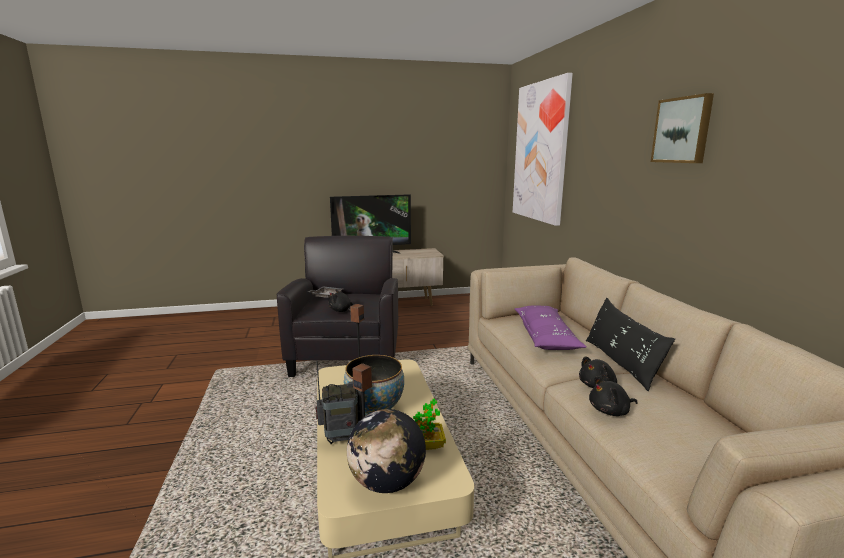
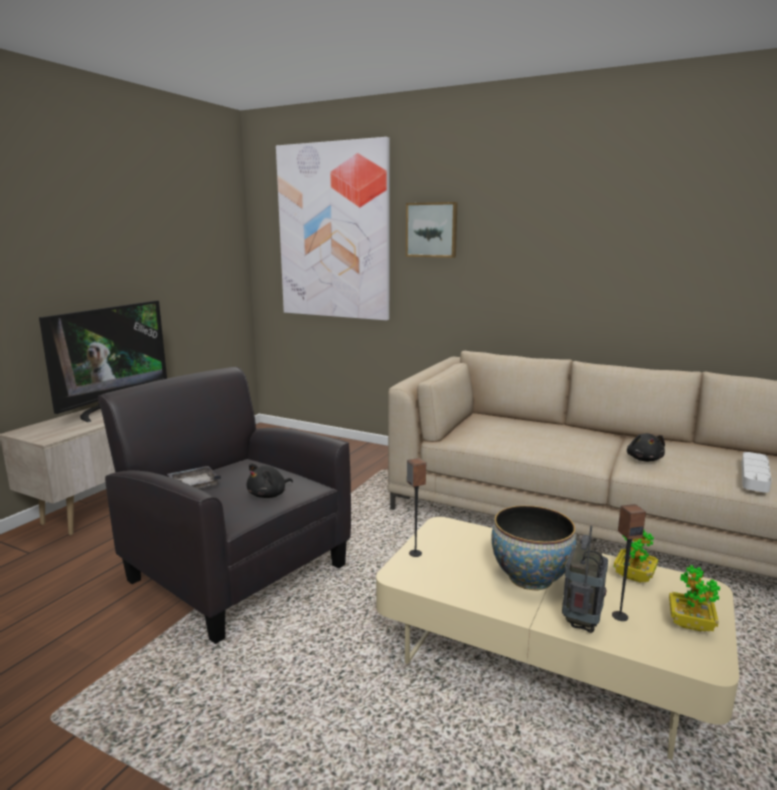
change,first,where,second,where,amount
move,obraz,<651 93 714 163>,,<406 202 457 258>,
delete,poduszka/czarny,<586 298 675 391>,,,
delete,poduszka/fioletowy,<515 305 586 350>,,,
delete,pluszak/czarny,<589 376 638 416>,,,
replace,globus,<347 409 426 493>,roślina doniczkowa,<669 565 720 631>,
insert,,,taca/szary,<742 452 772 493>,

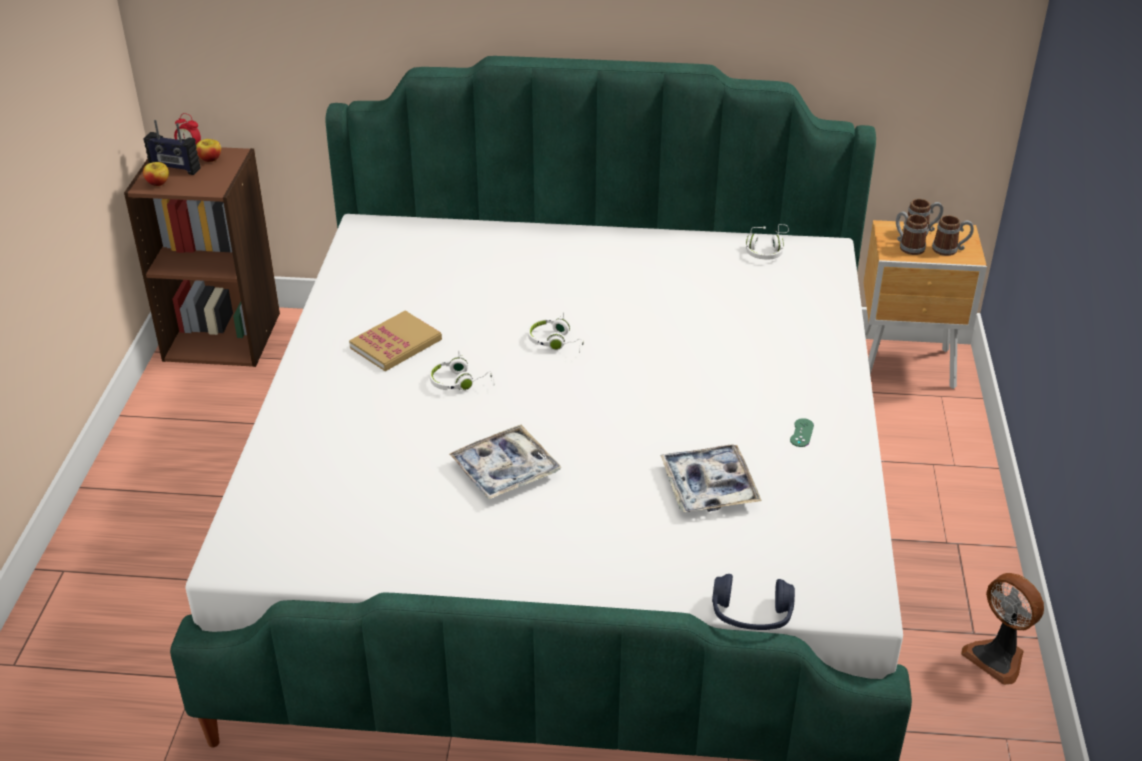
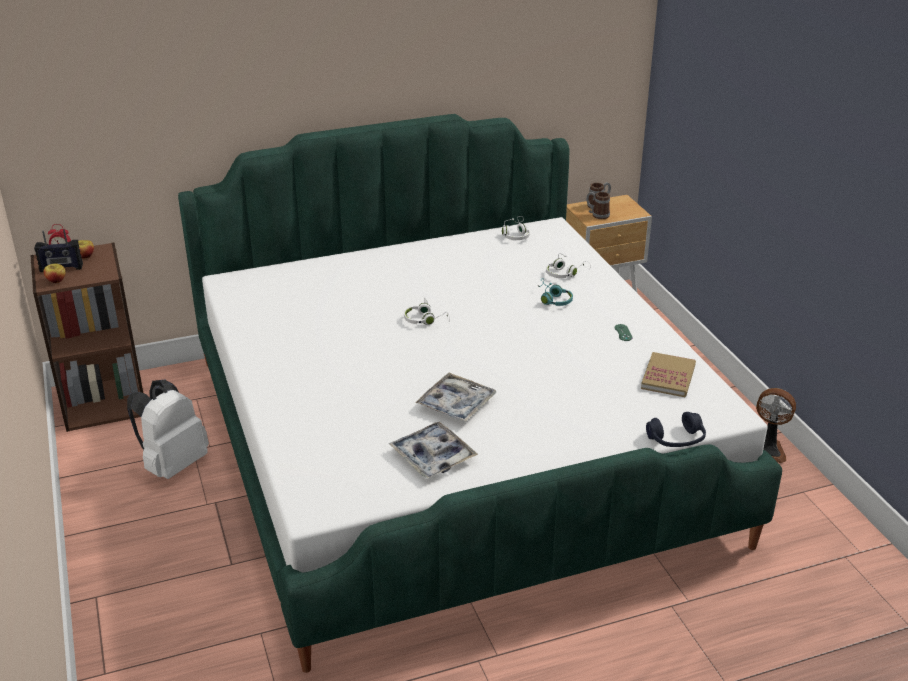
change,first,where,second,where,amount
delete,kubek,<932 215 974 256>,,,
move,książka,<349 311 442 371>,,<641 352 696 397>,
move,słuchawki/biały,<429 350 494 391>,,<546 253 591 278>,
move,taca,<660 444 762 512>,,<389 422 478 478>,
insert,,,słuchawki/turkusowy,<539 278 573 306>,
insert,,,plecak/biały,<127 379 209 479>,

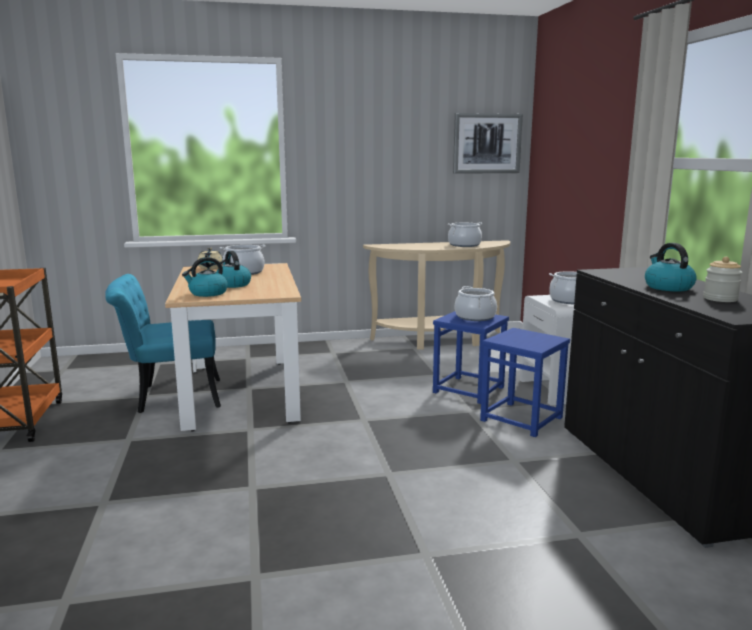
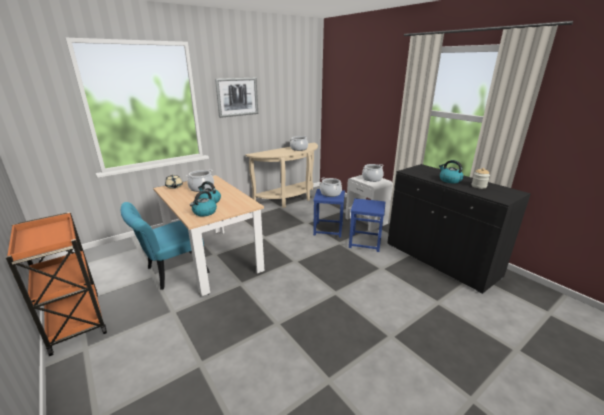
change,first,where,second,where,amount
move,obraz,<453 113 523 174>,,<215 77 258 118>,

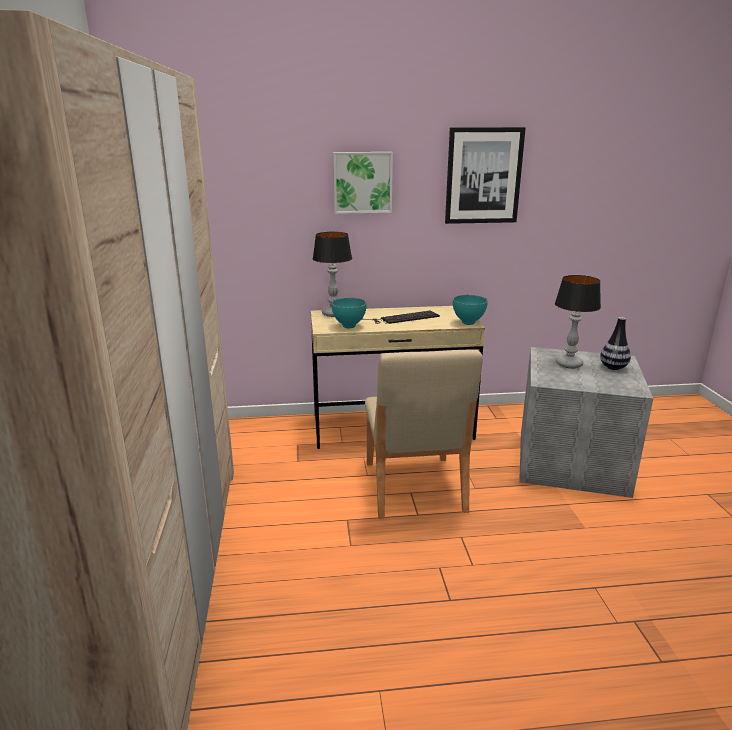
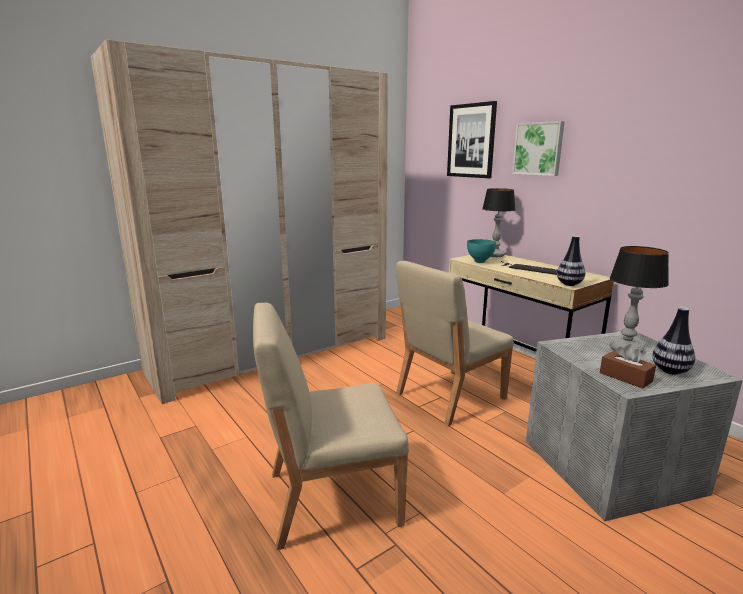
change,first,where,second,where,amount
move,obraz,<445 127 526 224>,,<447 101 497 178>,
replace,miska/turkusowy,<453 295 488 325>,wazon,<557 236 585 286>,
insert,,,krzesło/beżowy,<253 303 409 550>,
insert,,,pudełko chusteczek/brązowy,<600 344 656 389>,

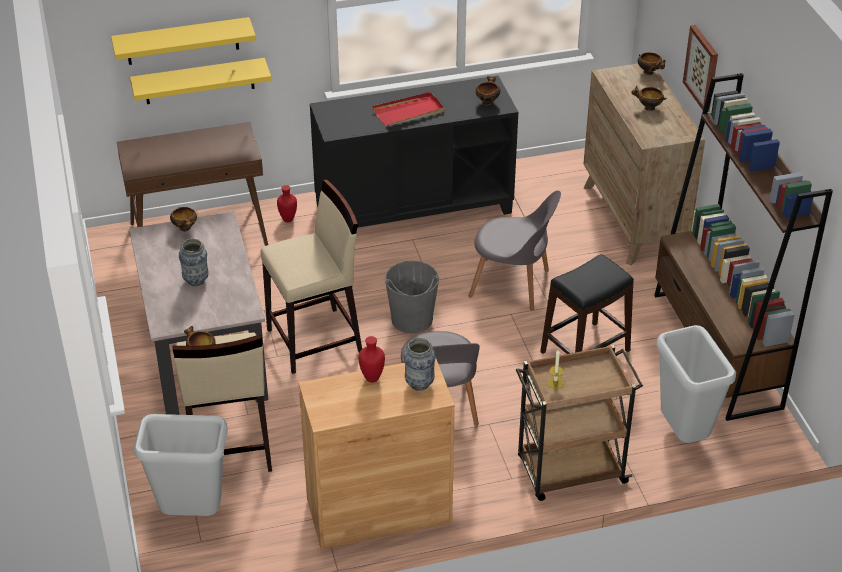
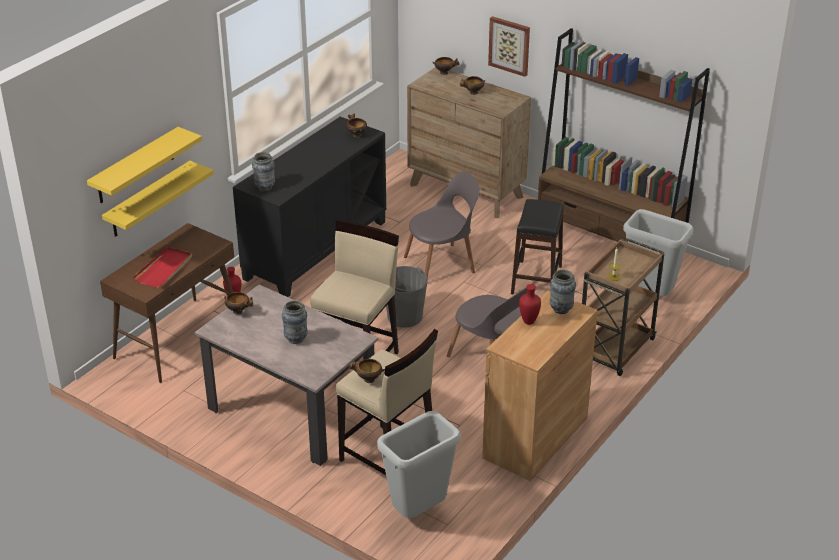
change,first,where,second,where,amount
move,taca/czerwony,<373 92 445 126>,,<133 247 192 288>,
insert,,,wazon,<252 152 275 192>,

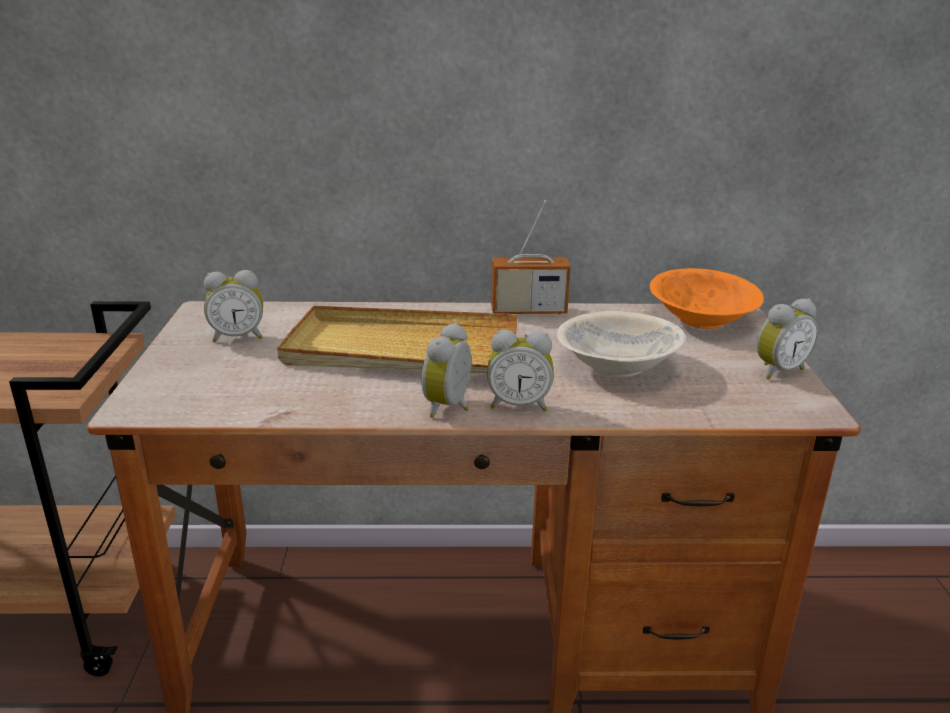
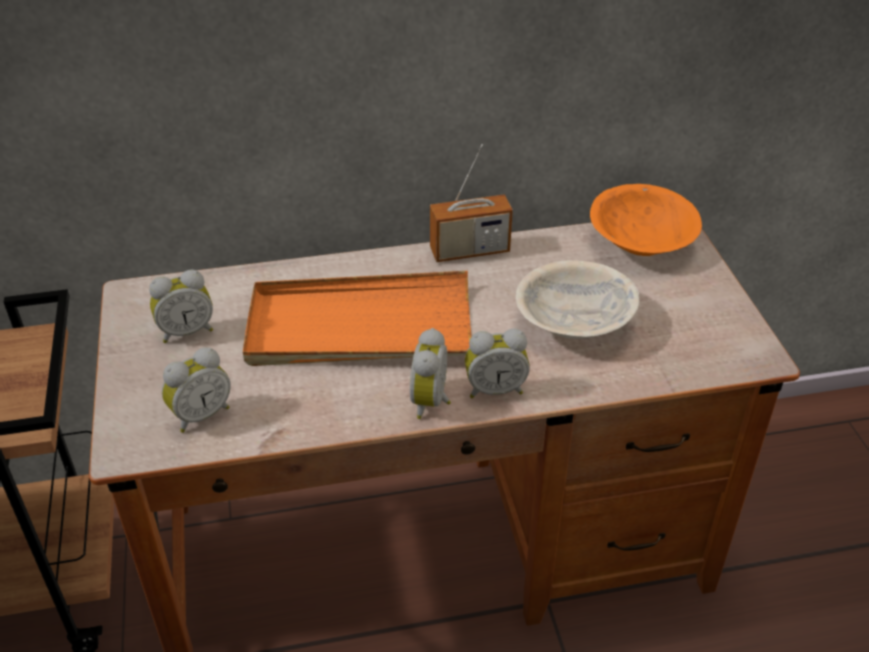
change,first,where,second,where,amount
move,budzik,<757 299 818 380>,,<162 347 231 433>,
recolor,taca/beżowy,<277 305 518 374>,taca/pomarańczowy,<243 271 471 366>,

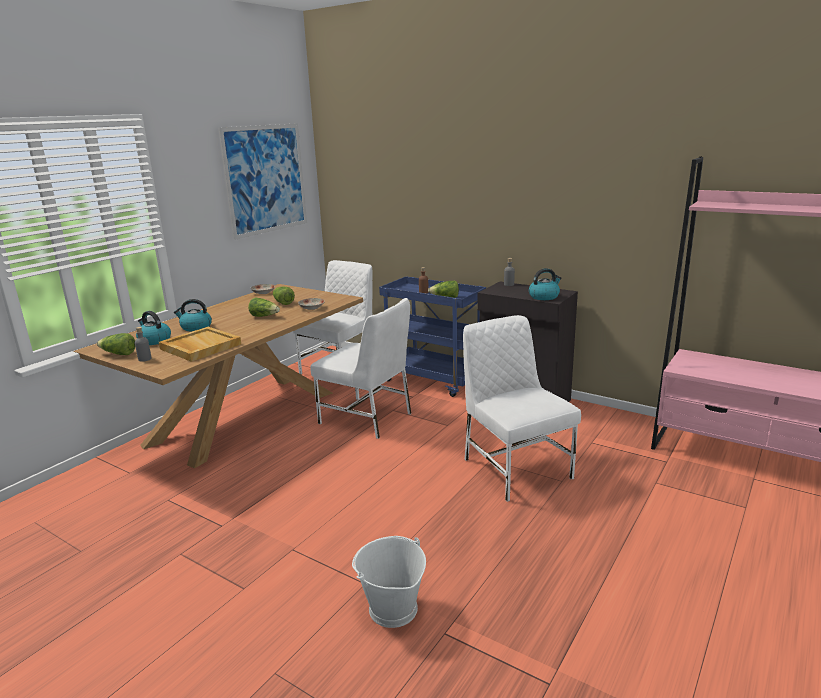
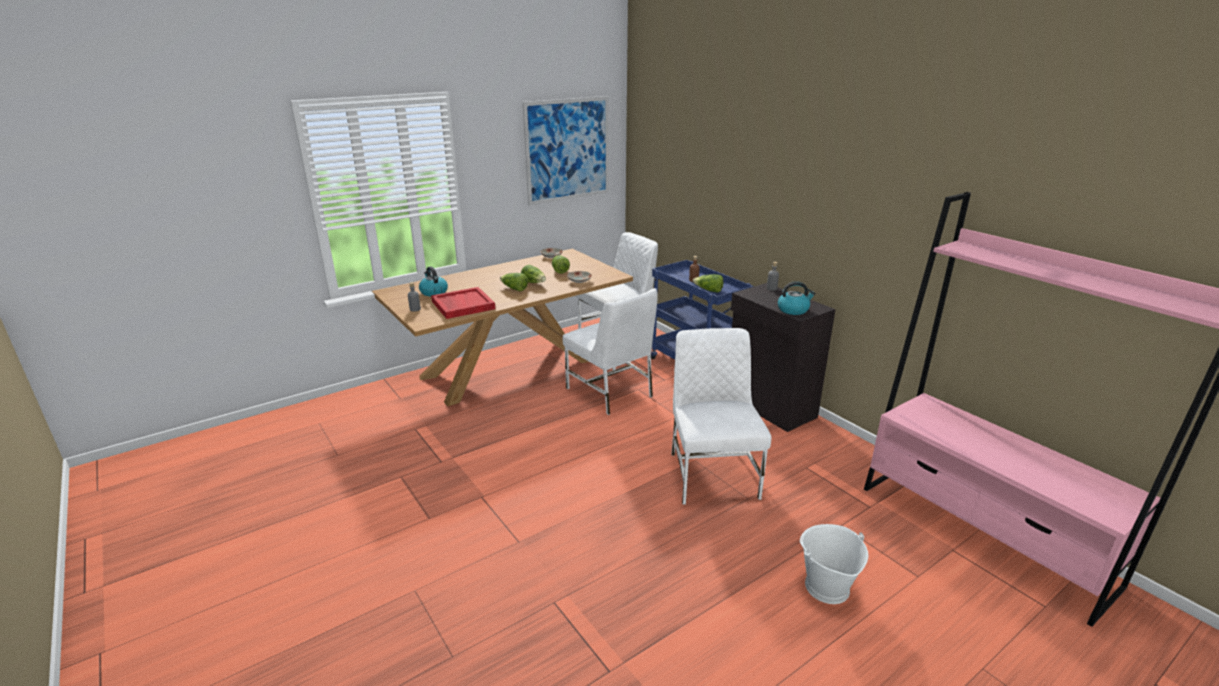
change,first,where,second,where,amount
delete,czajnik,<174 299 212 331>,,,
recolor,taca/beżowy,<159 327 241 362>,taca/czerwony,<431 287 495 319>,
move,sałata,<97 333 135 355>,,<500 273 528 291>,
move,wiadro/biały,<352 536 426 628>,,<800 524 868 604>,

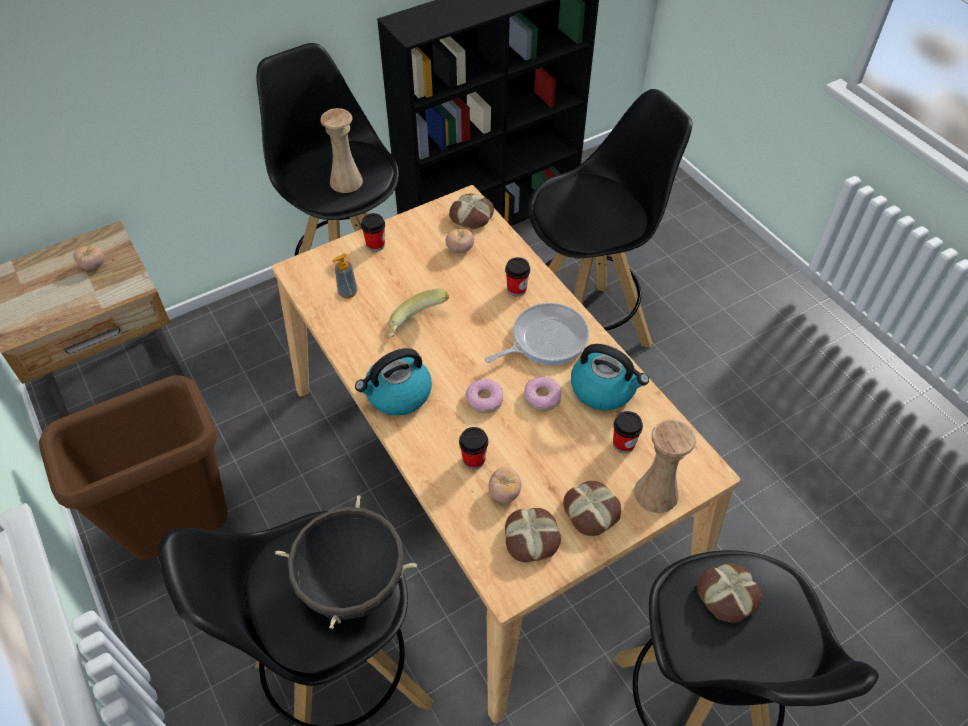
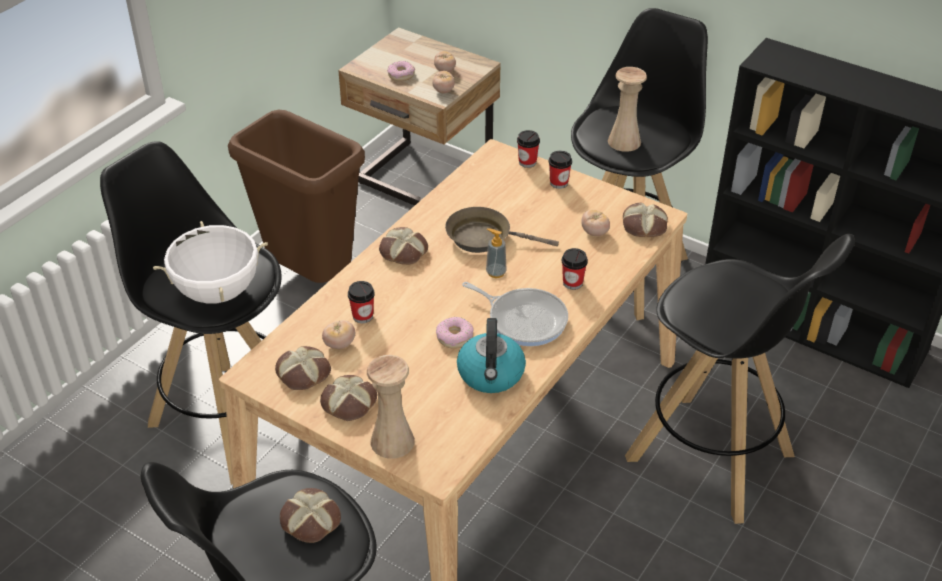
change,first,where,second,where,amount
move,dozownik mydła,<332 253 357 299>,,<486 228 507 278>,
replace,banan,<388 289 449 337>,patelnia/brązowy,<445 207 559 253>,
replace,czajnik,<355 348 432 416>,chleb,<379 227 428 265>,
move,donut,<465 379 503 413>,,<387 61 415 81>,
move,filiżanka,<613 411 643 453>,,<517 130 540 168>,
recolor,garnek/czarny,<275 495 417 629>,garnek/biały,<153 221 268 304>,
insert,,,pomidor,<432 71 455 93>,

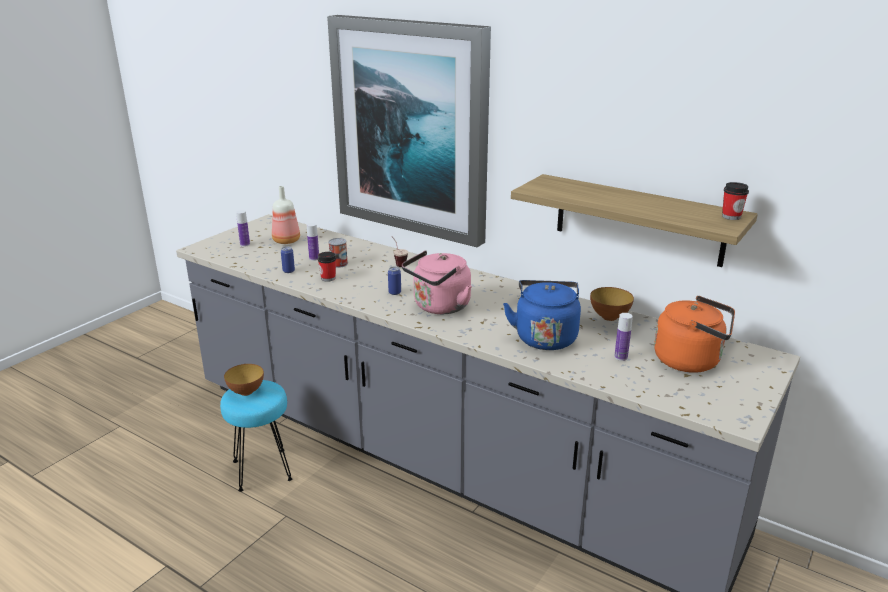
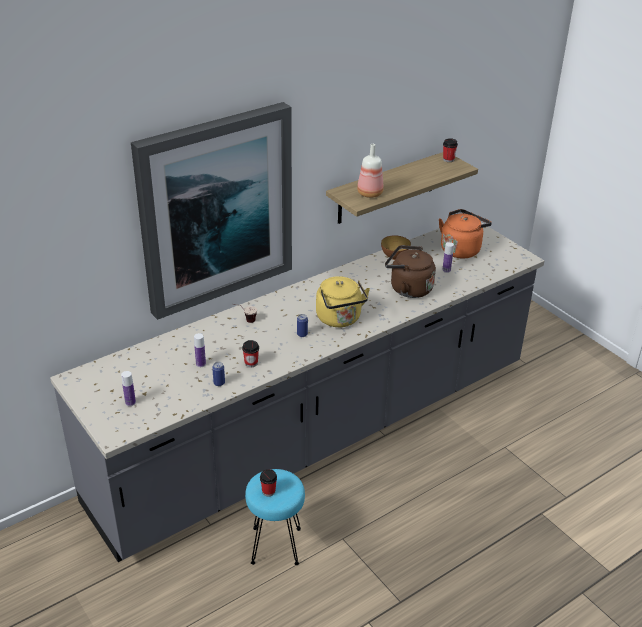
change,first,where,second,where,amount
move,butelka,<272 186 300 244>,,<357 144 384 198>,
delete,puszka,<328 238 348 268>,,,
recolor,czajnik/różowy,<402 251 472 314>,czajnik/żółty,<316 276 370 327>,
recolor,czajnik/niebieski,<503 280 581 350>,czajnik/brązowy,<385 245 436 298>,
replace,miska,<224 364 264 396>,filiżanka,<260 469 277 496>,

